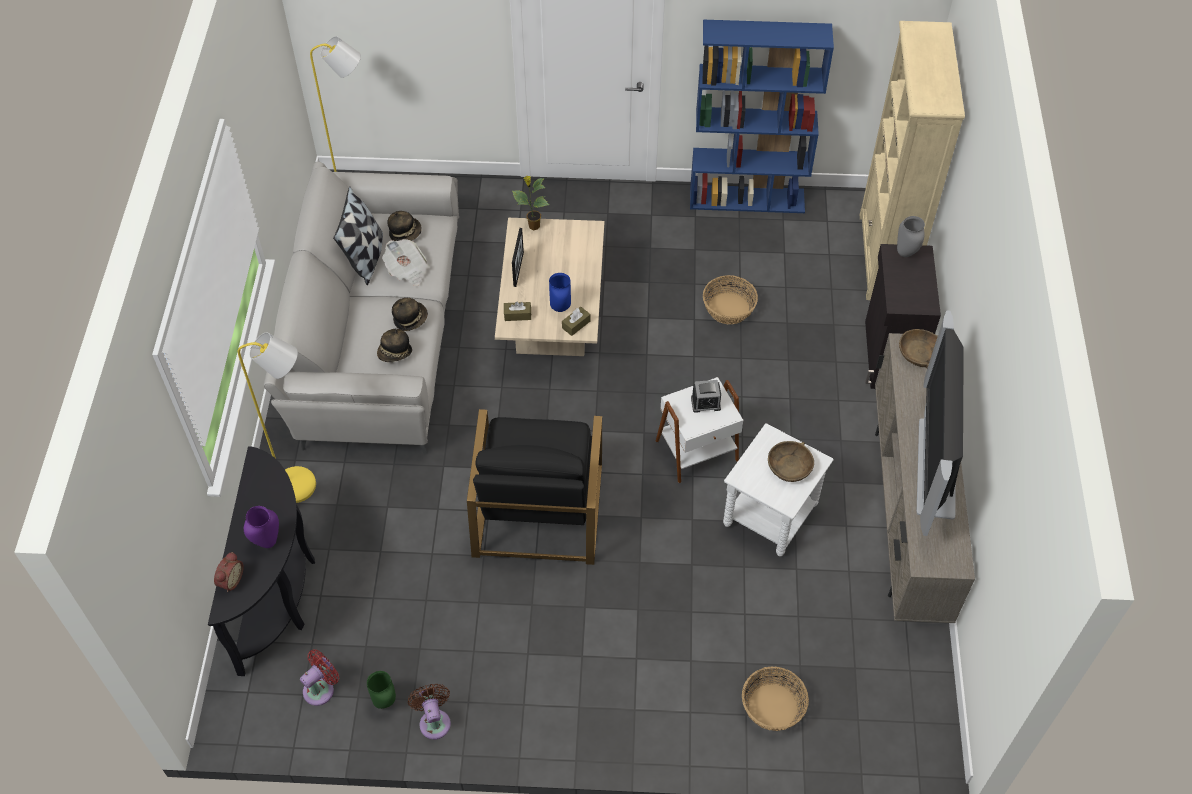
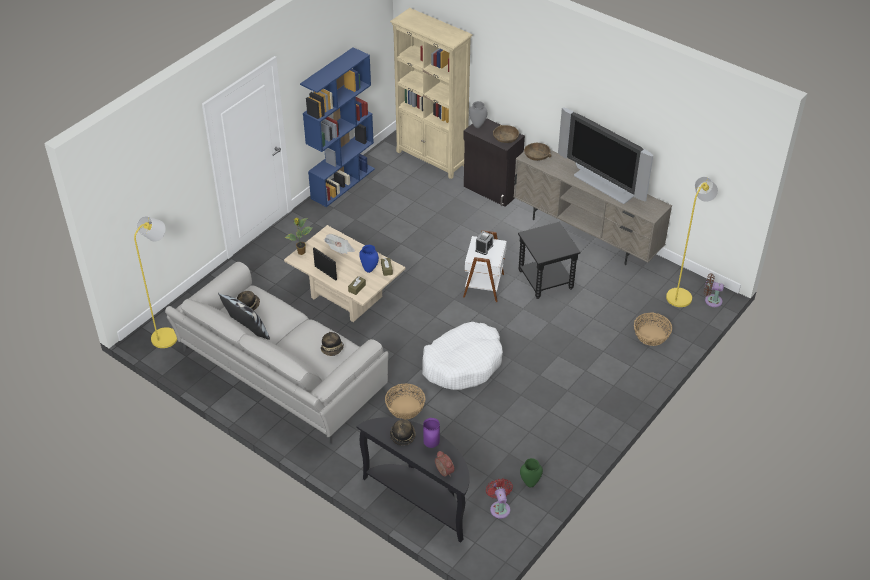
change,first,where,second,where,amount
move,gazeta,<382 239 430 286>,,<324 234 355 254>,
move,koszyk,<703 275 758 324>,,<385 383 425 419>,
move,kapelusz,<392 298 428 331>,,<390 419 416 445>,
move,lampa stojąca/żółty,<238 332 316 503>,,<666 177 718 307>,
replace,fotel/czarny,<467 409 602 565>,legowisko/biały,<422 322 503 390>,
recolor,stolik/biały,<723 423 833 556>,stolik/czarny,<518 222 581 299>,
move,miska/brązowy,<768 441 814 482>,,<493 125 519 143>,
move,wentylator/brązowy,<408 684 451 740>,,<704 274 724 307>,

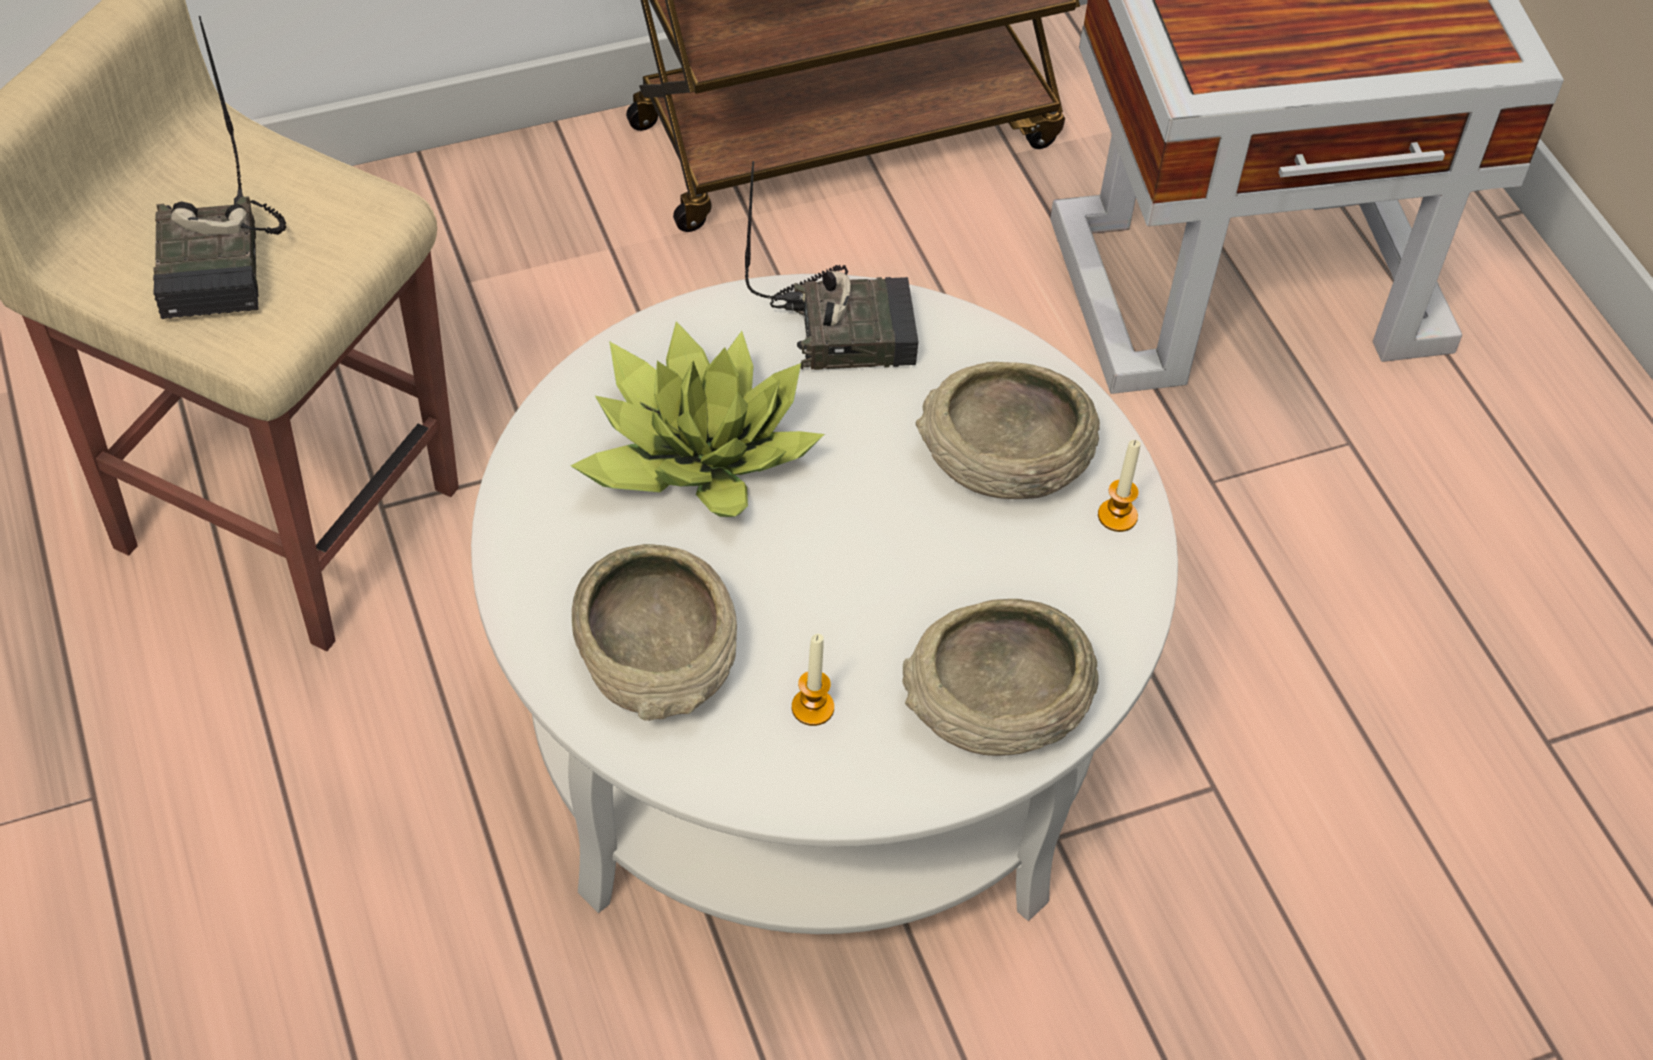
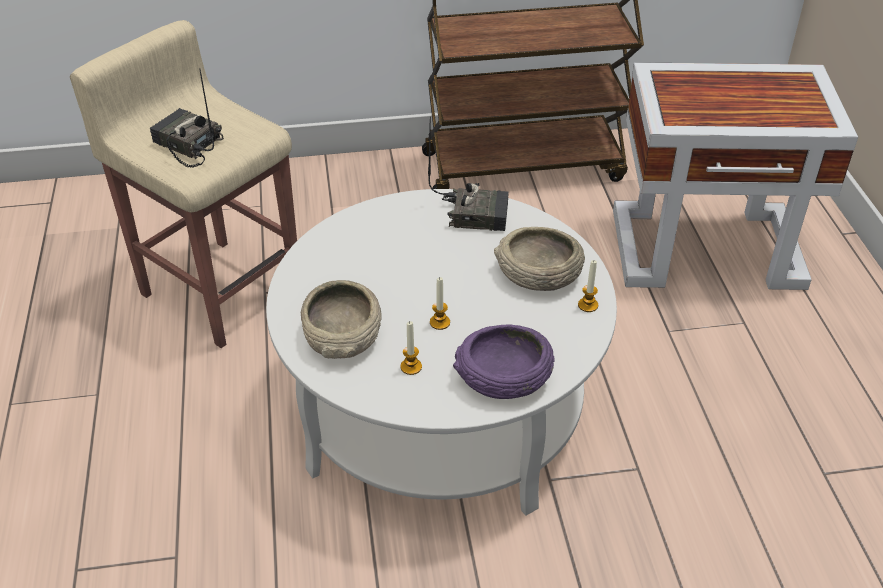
change,first,where,second,where,amount
rotate,radio,<153 16 286 319>,,<150 68 224 168>,120 degrees clockwise
delete,roślina doniczkowa,<570 321 825 517>,,,
recolor,miska/beżowy,<902 599 1099 756>,miska/fioletowy,<453 325 555 399>,
insert,,,świeca,<430 277 450 330>,

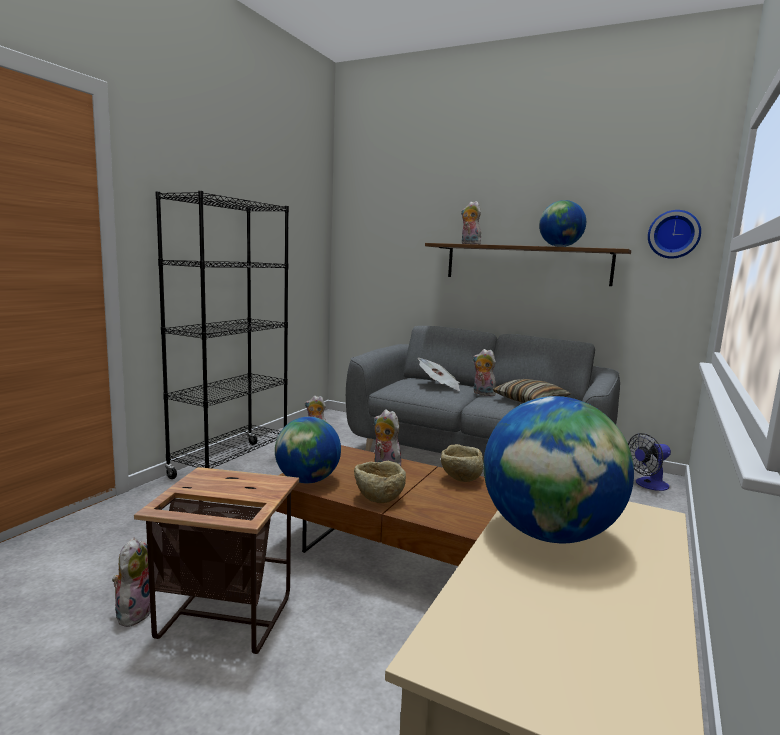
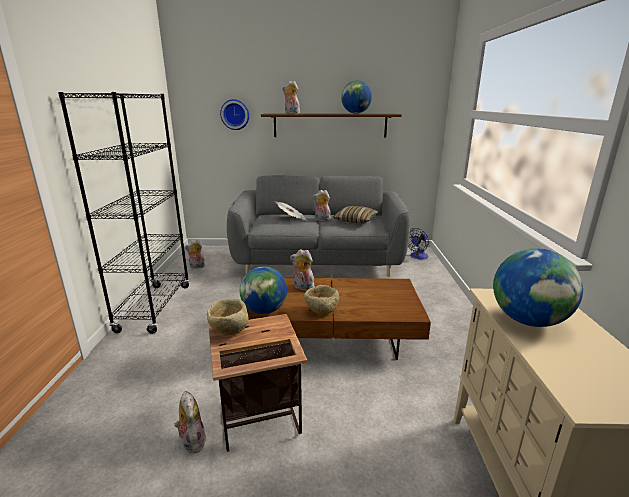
change,first,where,second,where,amount
move,zegar ścienny,<648 210 701 259>,,<220 99 249 130>,
move,miska/beżowy,<441 444 483 482>,,<207 299 249 335>,

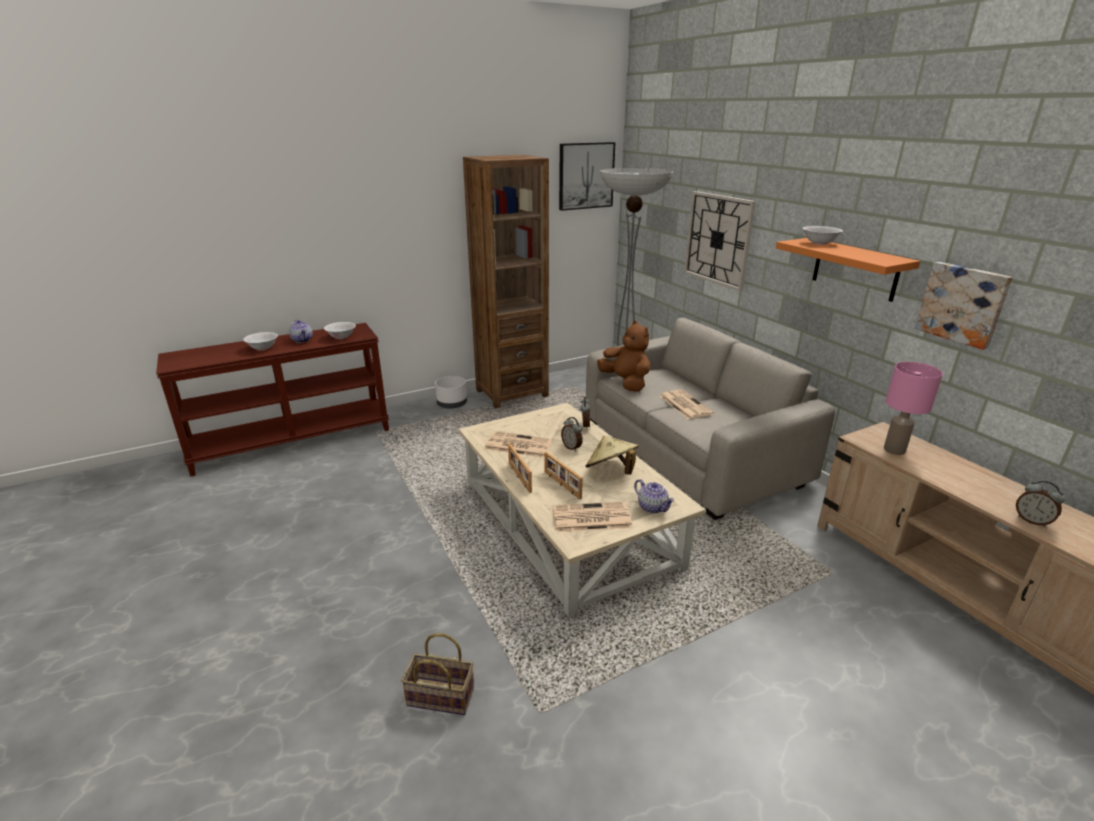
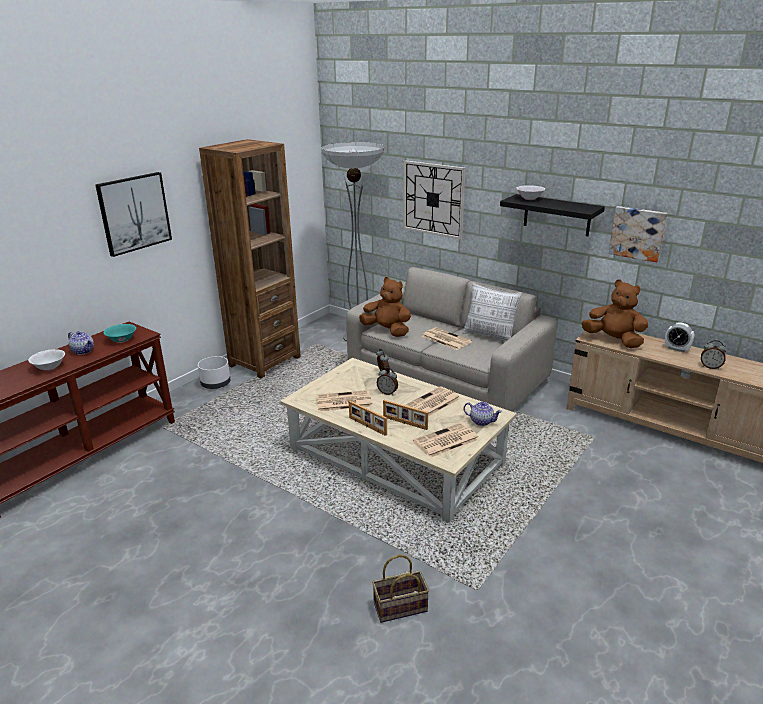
change,first,where,second,where,amount
move,obraz,<559 142 616 211>,,<95 172 172 257>,
recolor,półka/pomarańczowy,<776 238 920 302>,półka/czarny,<500 194 605 236>,
recolor,miska/biały,<324 322 356 339>,miska/turkusowy,<104 324 136 343>,
replace,lampa stołowa/różowy,<884 362 943 455>,pluszak/brązowy,<581 280 648 348>,
replace,kapelusz/beżowy,<586 435 639 475>,gazeta,<405 386 461 417>,
insert,,,poduszka,<463 283 522 342>,
insert,,,budzik,<665 322 694 352>,

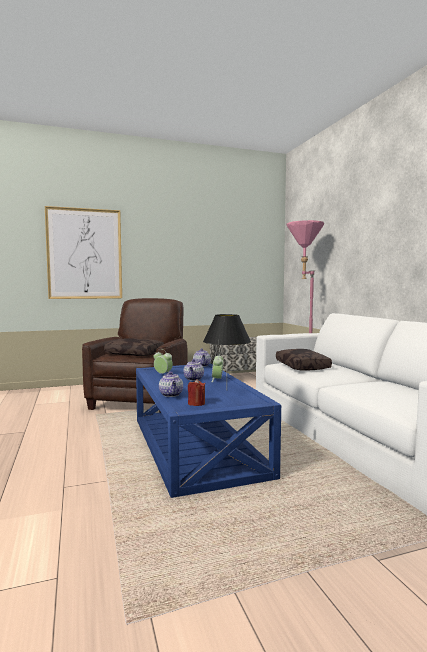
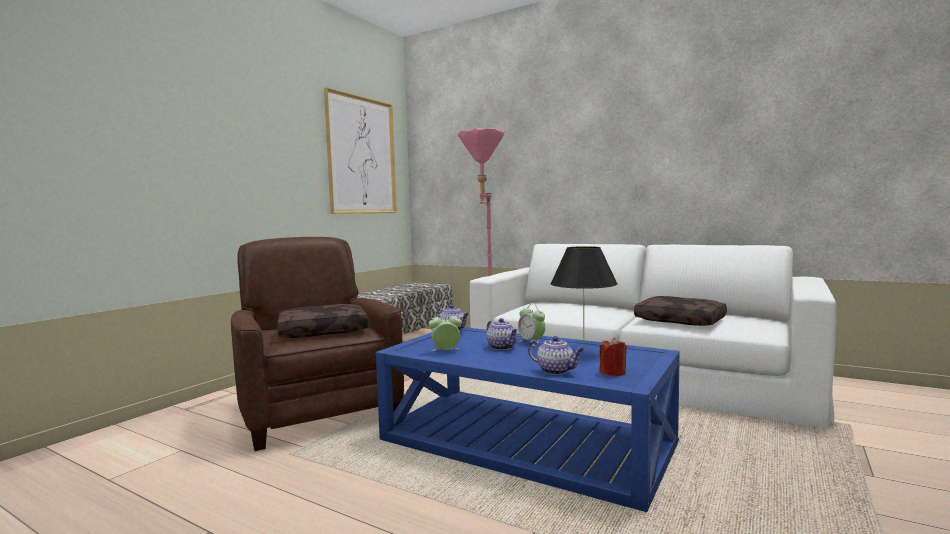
change,first,where,second,where,amount
move,obraz,<45 206 122 299>,,<324 87 397 214>,
move,poduszka/brązowy,<276 349 332 370>,,<634 296 727 326>,

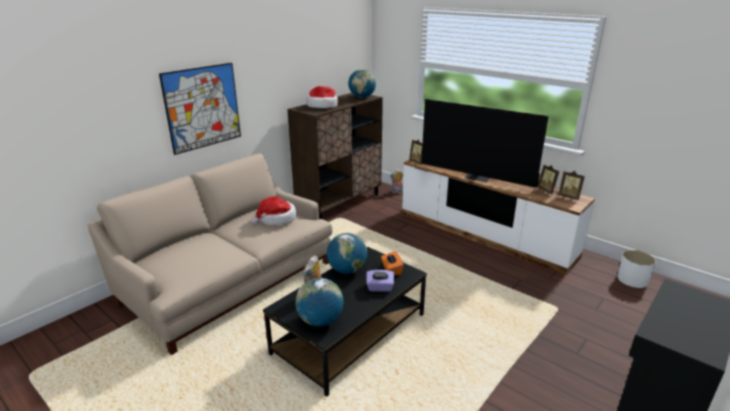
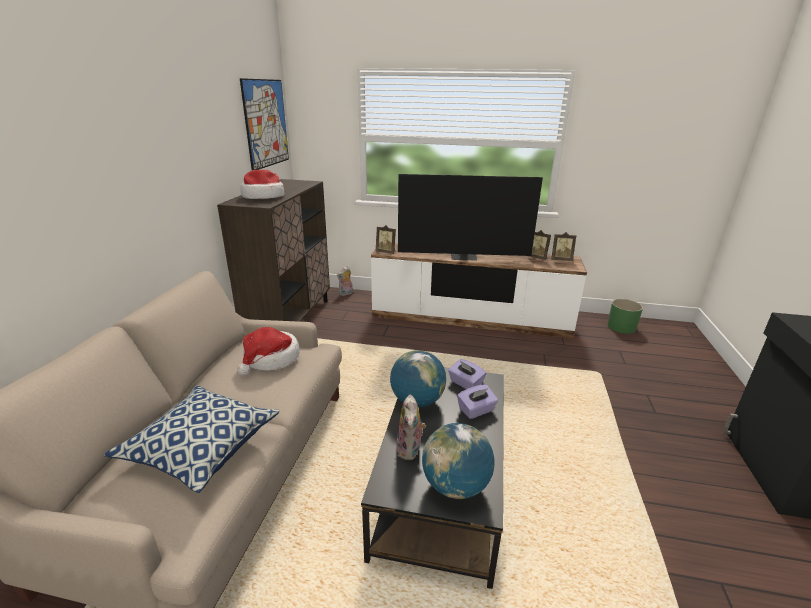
change,first,where,second,where,amount
move,obraz,<159 63 241 155>,,<240 78 289 170>,
delete,globus,<348 69 376 98>,,,
recolor,donica/biały,<618 250 656 288>,donica/zielony,<607 299 643 334>,
recolor,pudełko chusteczek/pomarańczowy,<381 251 404 276>,pudełko chusteczek/fioletowy,<448 359 486 389>,
insert,,,poduszka,<104 385 280 493>,

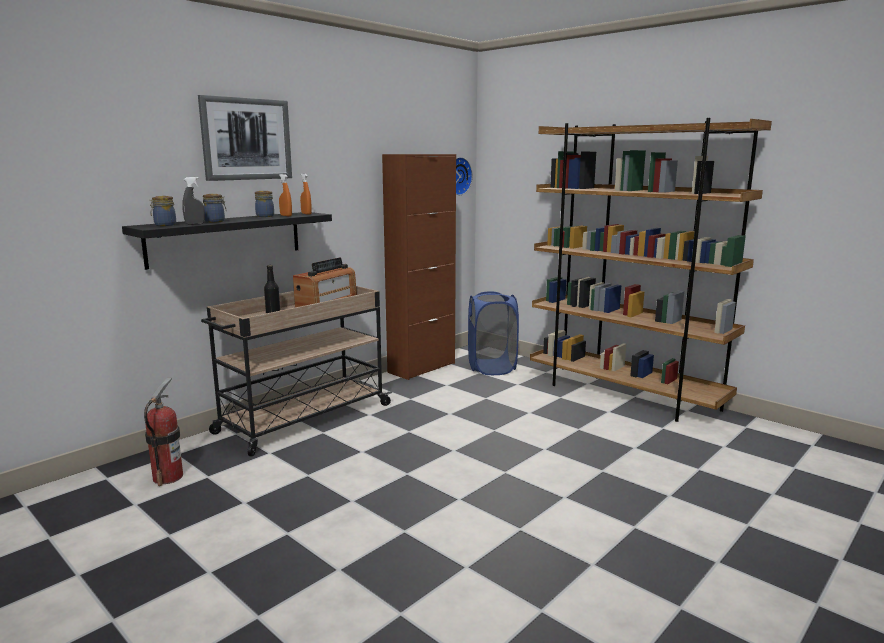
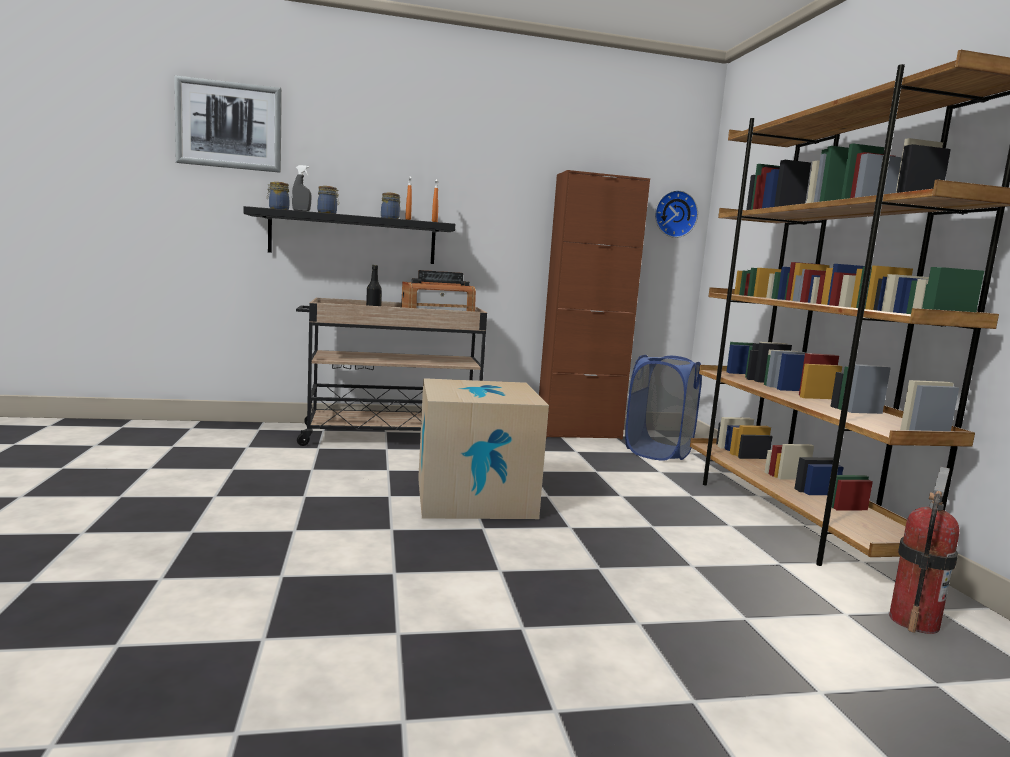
change,first,where,second,where,amount
move,obraz,<198 95 292 181>,,<174 75 282 173>,
move,gaśnica,<144 378 183 486>,,<889 467 960 634>,
insert,,,karton,<418 378 549 519>,

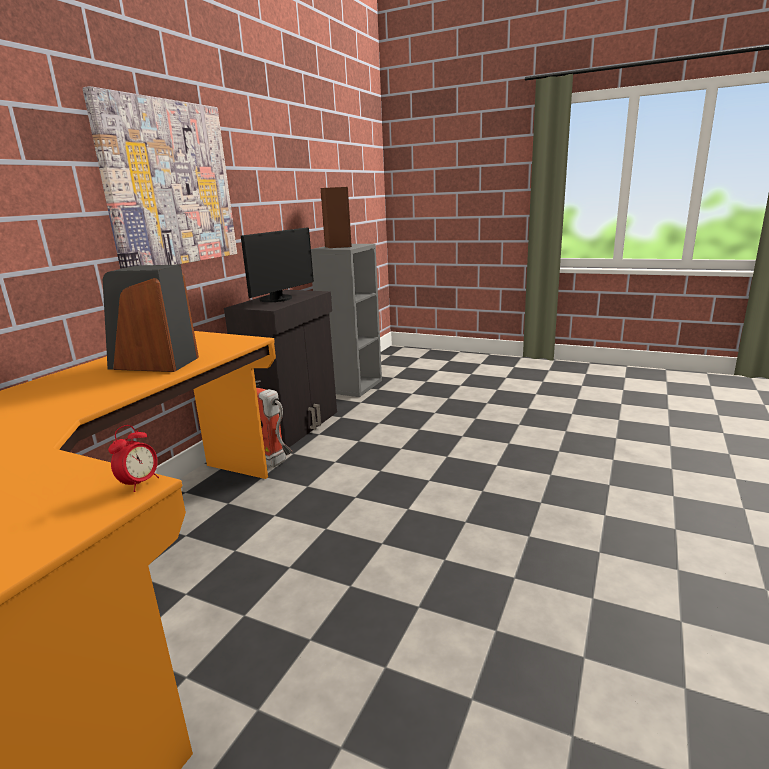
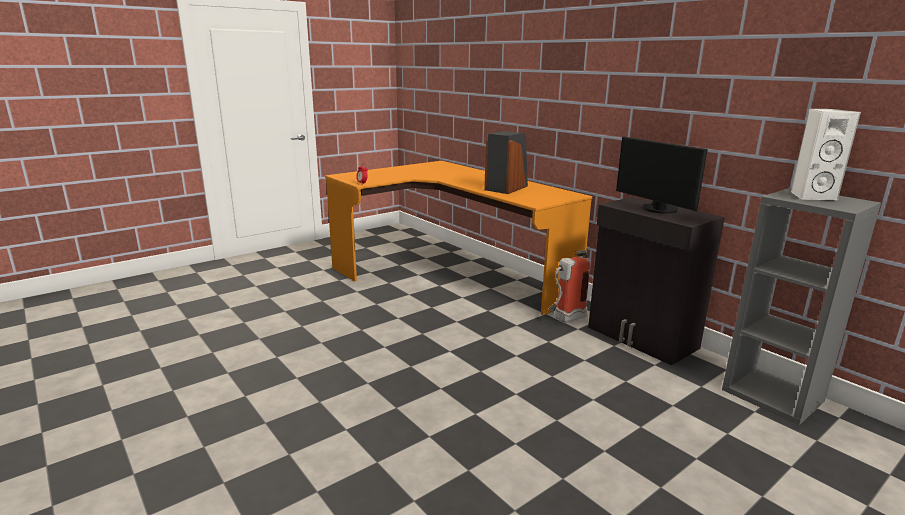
change,first,where,second,where,amount
delete,obraz,<83 86 237 269>,,,
recolor,głośnik/brązowy,<321 187 352 248>,głośnik/biały,<790 109 861 201>,

